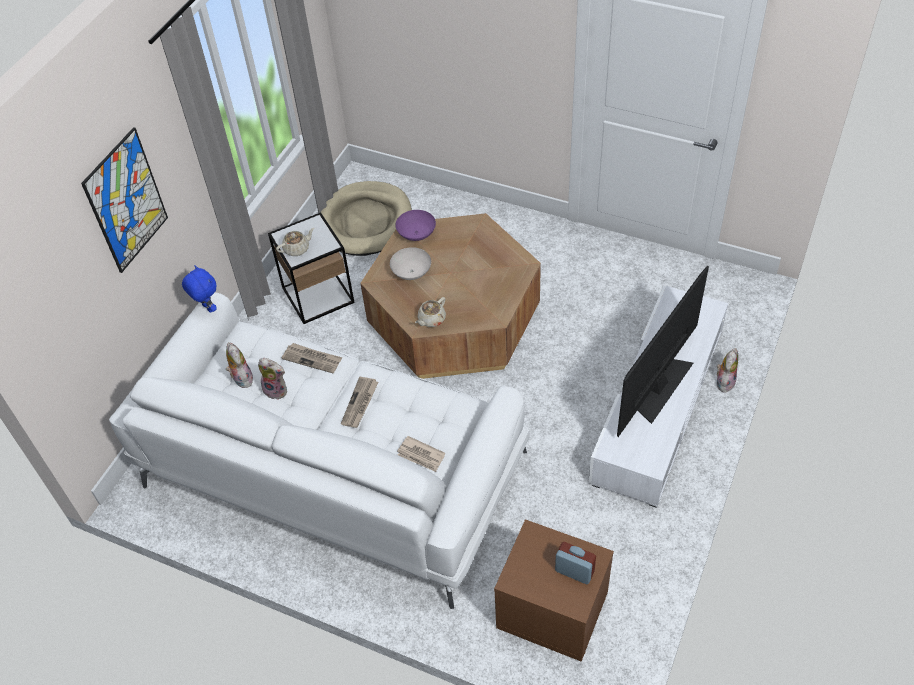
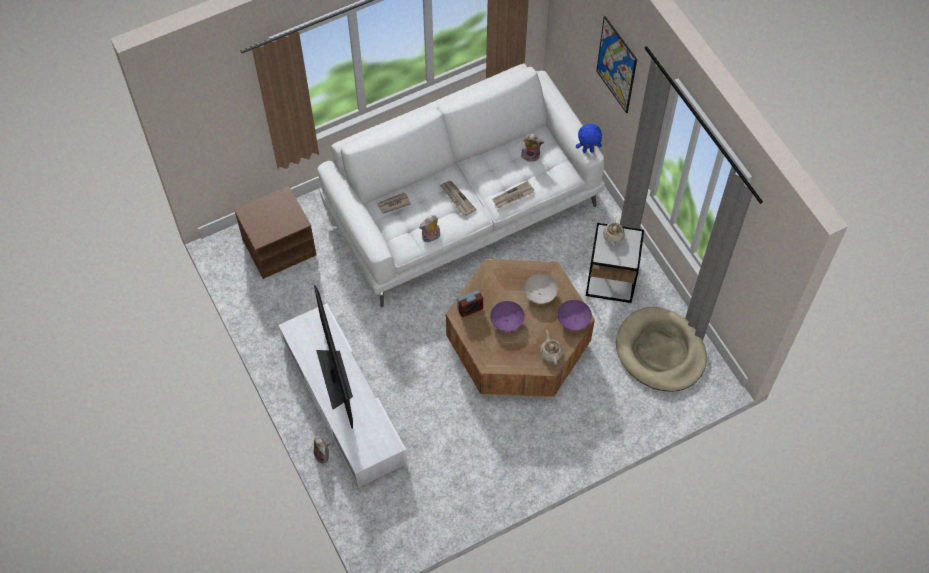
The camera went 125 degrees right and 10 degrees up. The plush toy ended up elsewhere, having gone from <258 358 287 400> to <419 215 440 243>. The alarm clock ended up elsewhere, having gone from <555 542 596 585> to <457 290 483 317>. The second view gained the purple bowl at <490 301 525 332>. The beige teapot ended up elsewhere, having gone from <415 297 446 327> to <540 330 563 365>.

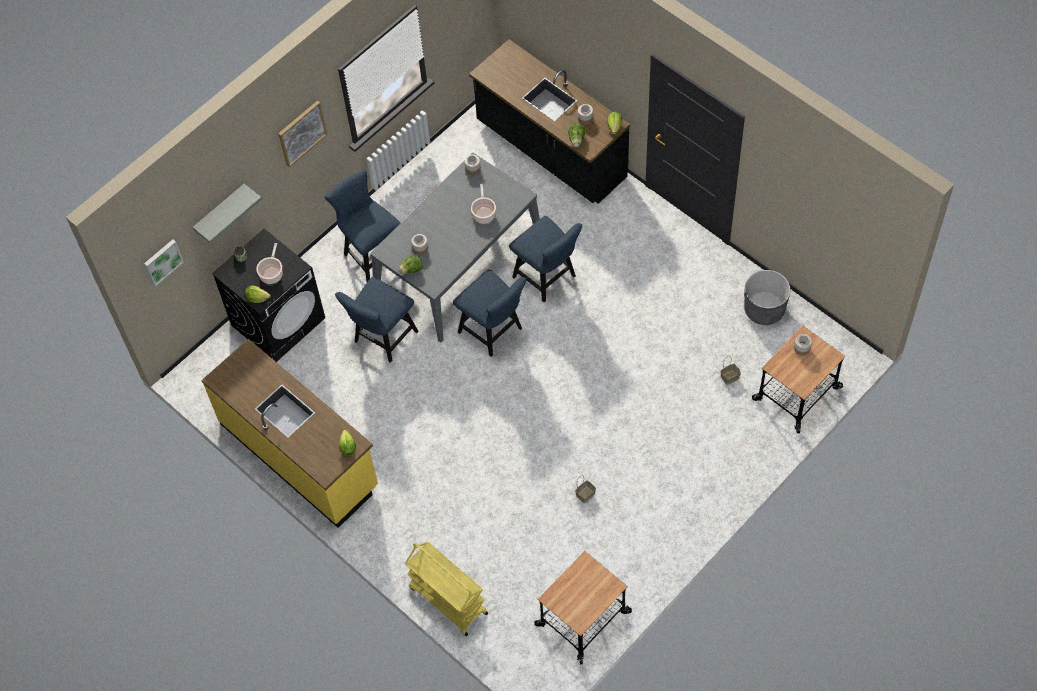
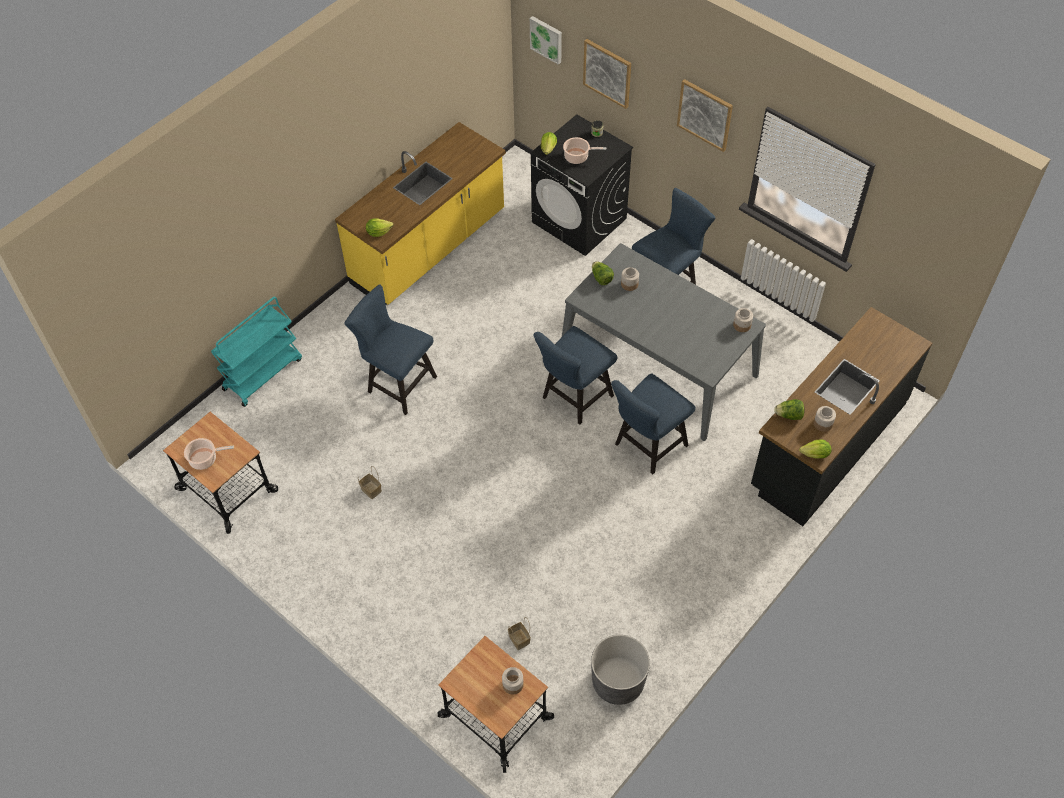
The camera went 85 degrees right and 5 degrees down. The cooking pot ended up elsewhere, having gone from <471 184 496 223> to <184 438 234 470>. What was the yellow cart at <405 541 488 636> turned into the turquoise cart at <211 297 302 407>. The blue chair ended up elsewhere, having gone from <335 277 419 363> to <345 284 437 415>. Where the grey shelf hung at <192 184 262 244>, the picture came to hang at <583 39 631 109>.

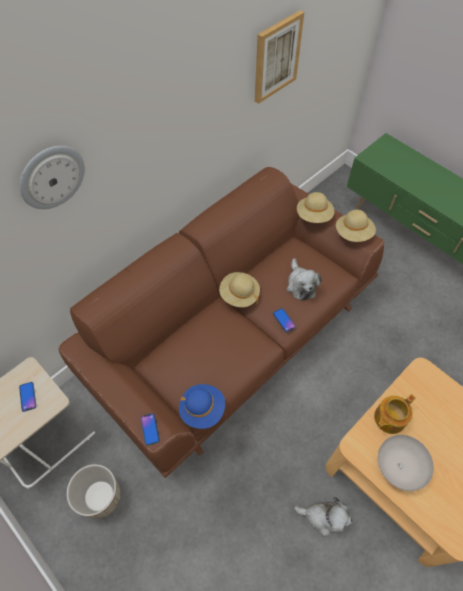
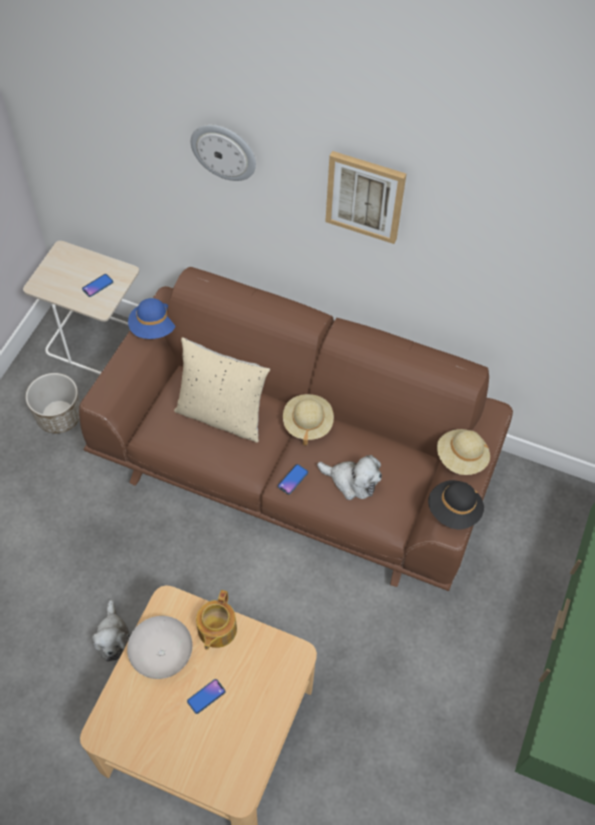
The camera went 65 degrees right and 0 degrees up. The blue hat ended up elsewhere, having gone from <179 384 225 429> to <128 298 176 339>. The second view gained the beige pillow at <174 337 270 443>. The phone ended up elsewhere, having gone from <140 413 160 446> to <187 679 225 714>. The teapot at <374 394 416 434> ended up facing another way, 105 degrees counterclockwise from before. The plush toy at <287 258 322 301> ended up facing another way, 120 degrees counterclockwise from before. The picture ended up elsewhere, having gone from <255 10 304 104> to <325 151 406 244>. What was the beige hat at <336 210 376 242> turned into the black hat at <428 480 484 529>.

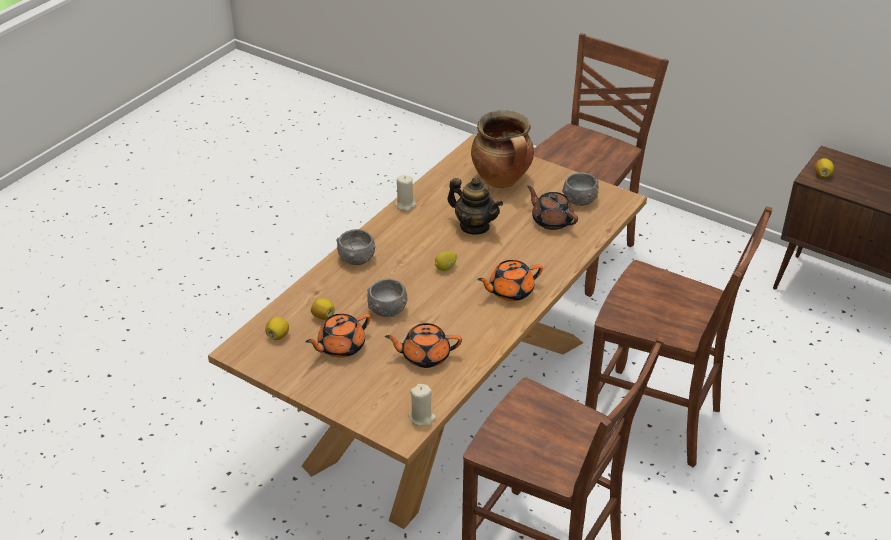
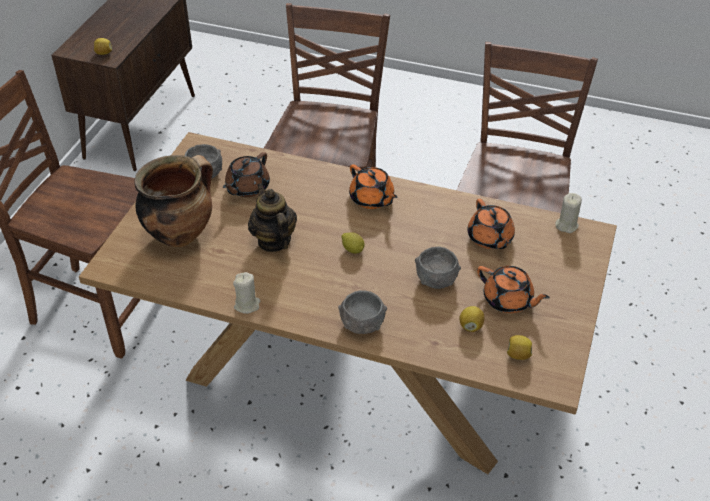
The camera went 105 degrees left and 5 degrees up. The teapot at <447 177 503 235> ended up facing another way, 45 degrees counterclockwise from before.

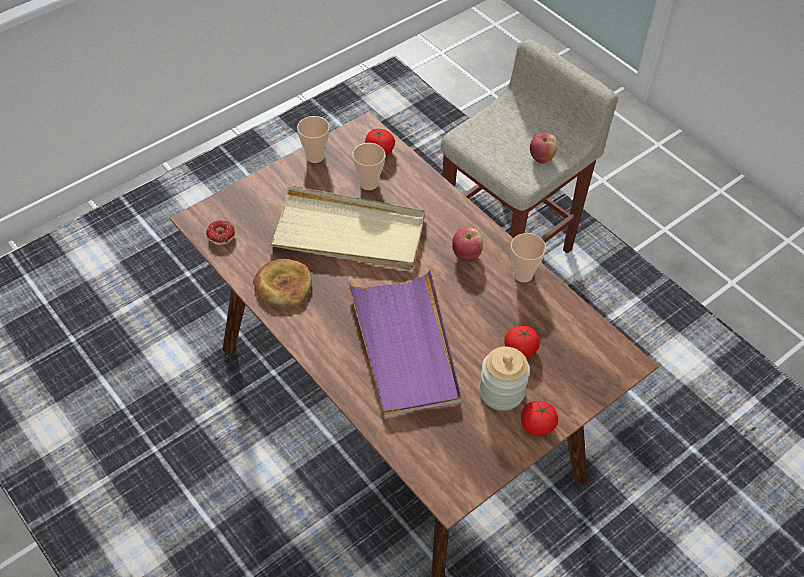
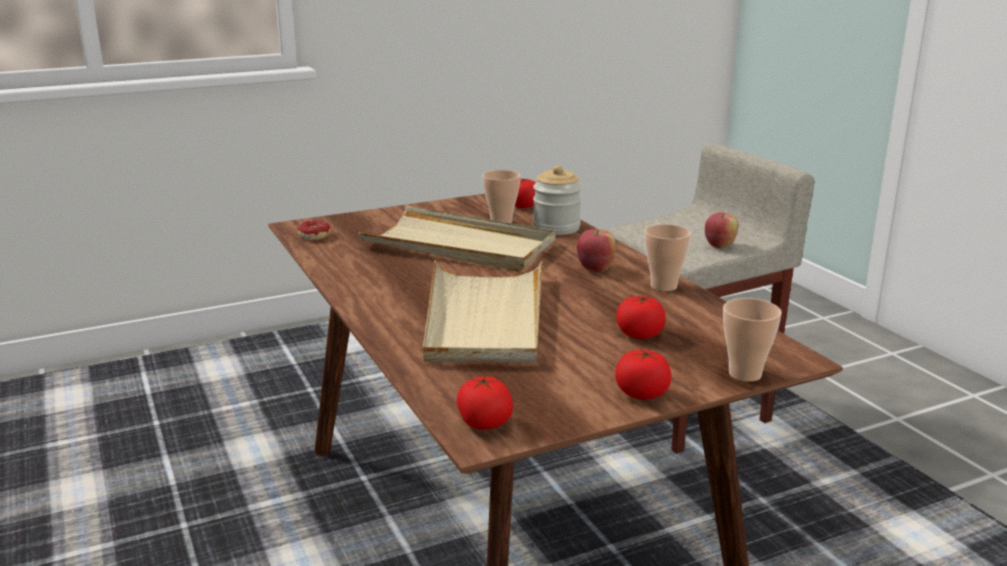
The camera went 15 degrees right and 30 degrees down. What was the purple tray at <348 270 461 416> turned into the beige tray at <423 260 542 363>. The second view gained the tomato at <457 375 513 429>. The jar ended up elsewhere, having gone from <479 347 530 411> to <533 165 582 235>. The cup ended up elsewhere, having gone from <297 116 330 163> to <723 298 782 382>. The second view lost the bread at <253 259 312 308>.

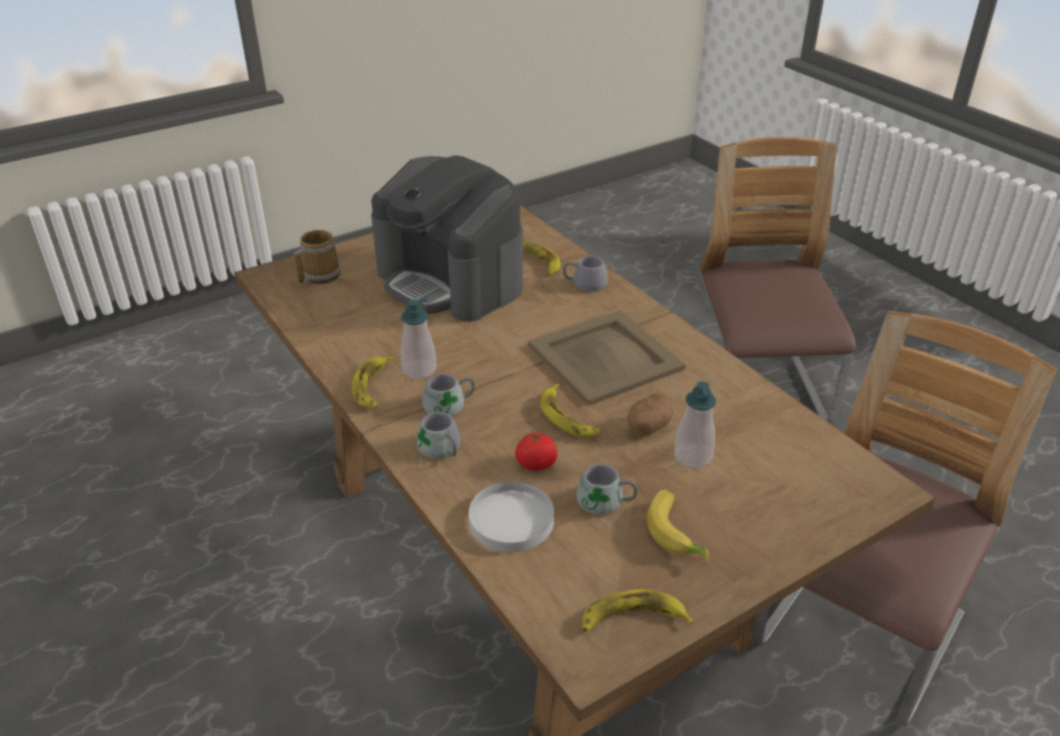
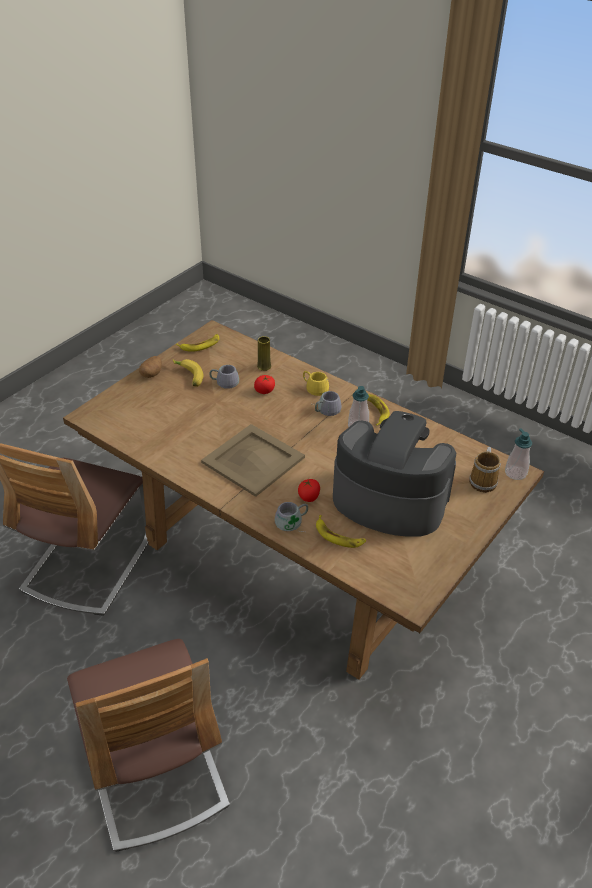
The camera went 160 degrees right and 5 degrees up. The potato ended up elsewhere, having gone from <627 393 673 435> to <139 356 162 378>. Where the white plate stood at <469 481 554 552>, the yellow vase came to stand at <257 336 271 371>. The second view gained the tomato at <298 479 320 502>. What was the grey mug at <417 412 460 468> turned into the yellow mug at <303 371 329 396>. The soap dispenser ended up elsewhere, having gone from <674 381 716 468> to <505 428 532 480>. The second view lost the banana at <541 384 600 438>.

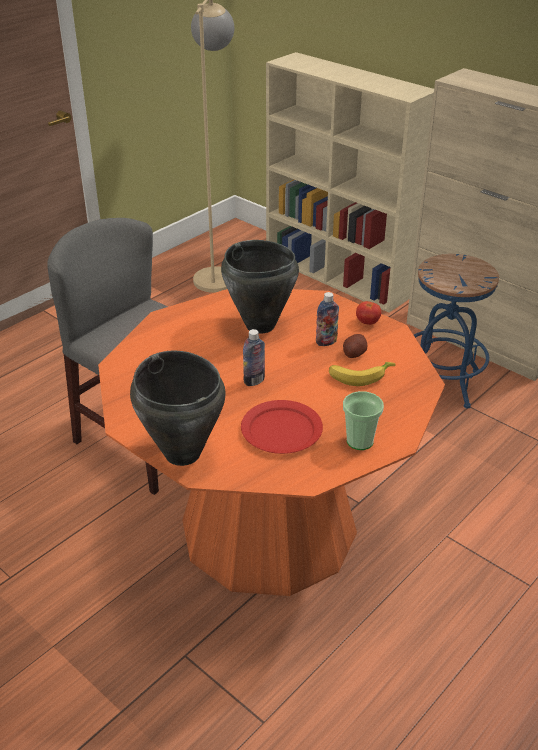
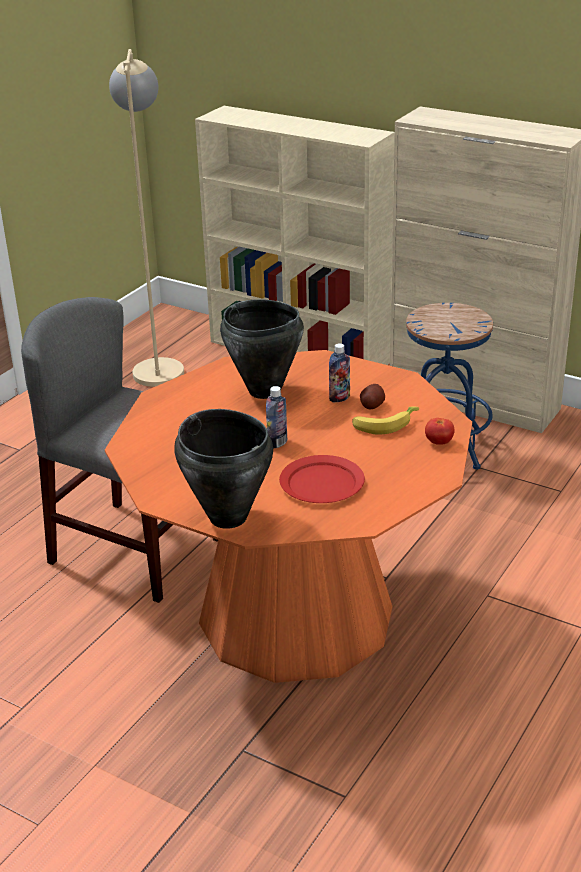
The camera went 10 degrees left and 5 degrees down. The tomato ended up elsewhere, having gone from <356 301 381 325> to <425 418 455 445>. The second view lost the cup at <343 391 384 450>.

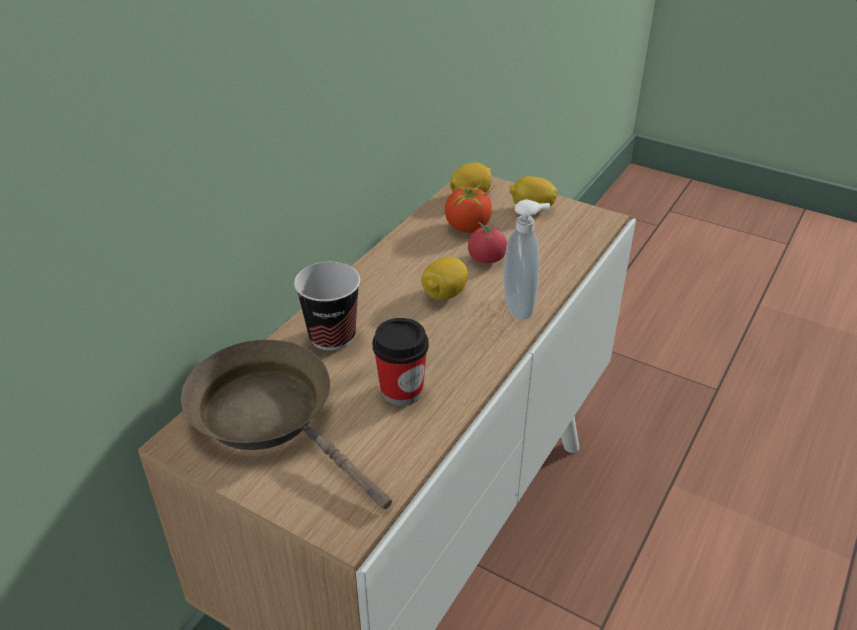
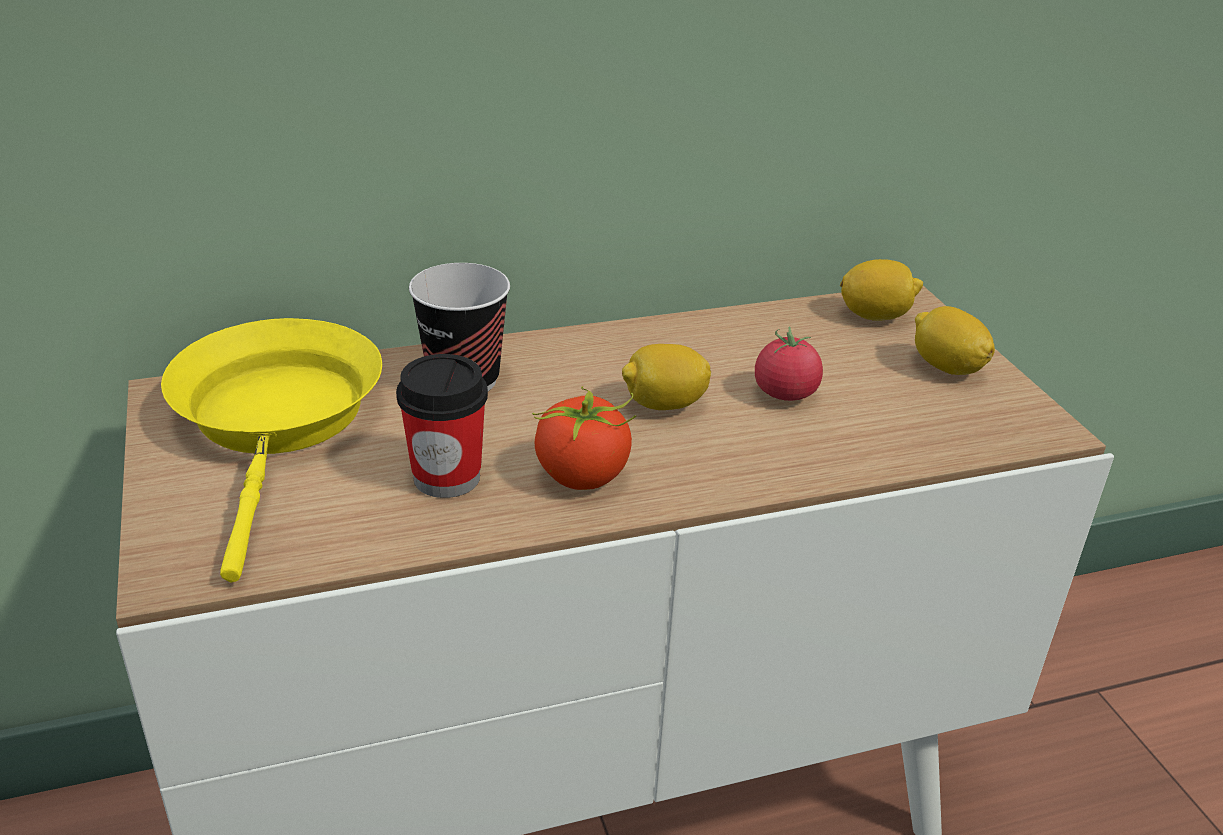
The camera went 40 degrees right and 5 degrees down. What was the brown frying pan at <181 340 392 509> turned into the yellow frying pan at <161 318 382 582>. The tomato ended up elsewhere, having gone from <445 178 495 233> to <532 386 636 490>. The second view lost the soap dispenser at <504 200 550 320>.

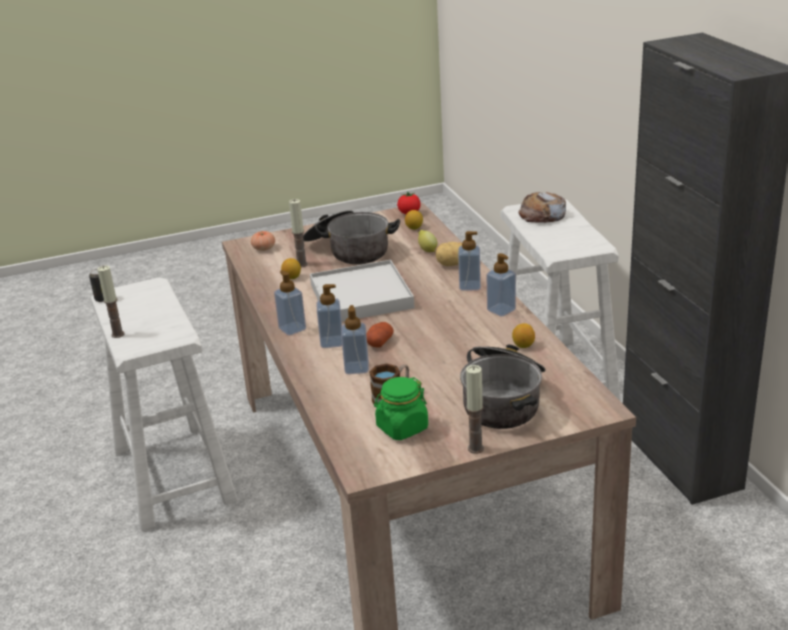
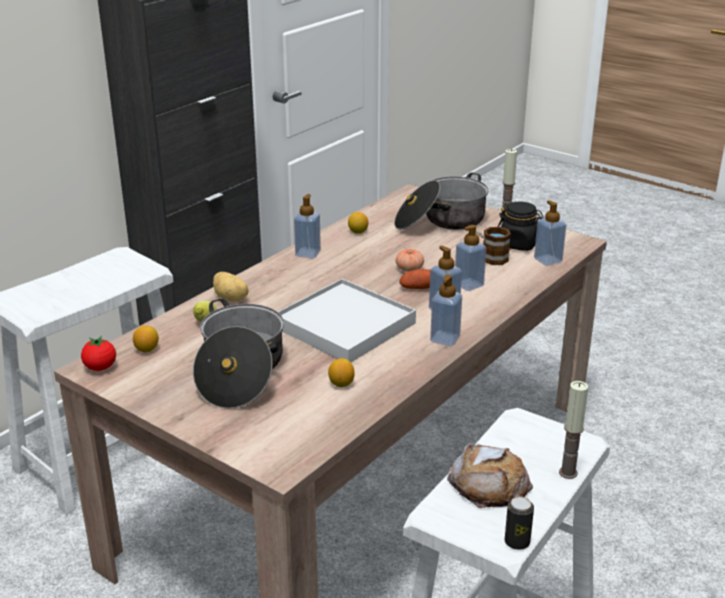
The camera went 125 degrees left and 0 degrees up. The tomato ended up elsewhere, having gone from <251 231 275 251> to <396 249 424 272>. The bread ended up elsewhere, having gone from <518 192 566 223> to <447 443 533 508>. What was the green jar at <374 377 428 440> turned into the black jar at <497 201 544 251>. The soap dispenser ended up elsewhere, having gone from <458 231 481 291> to <534 200 567 266>. The second view lost the candle at <289 199 308 267>.

